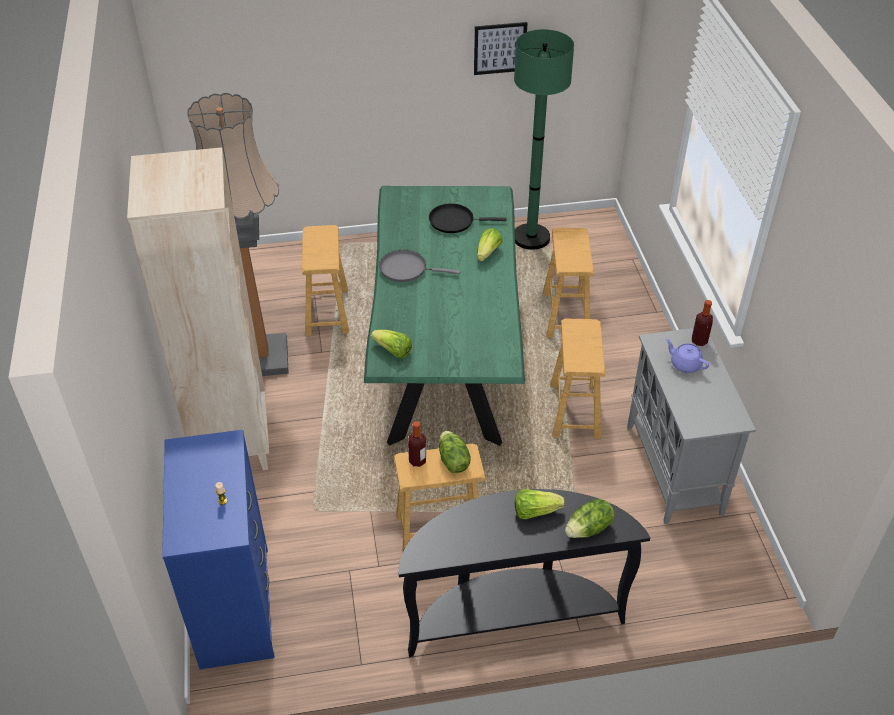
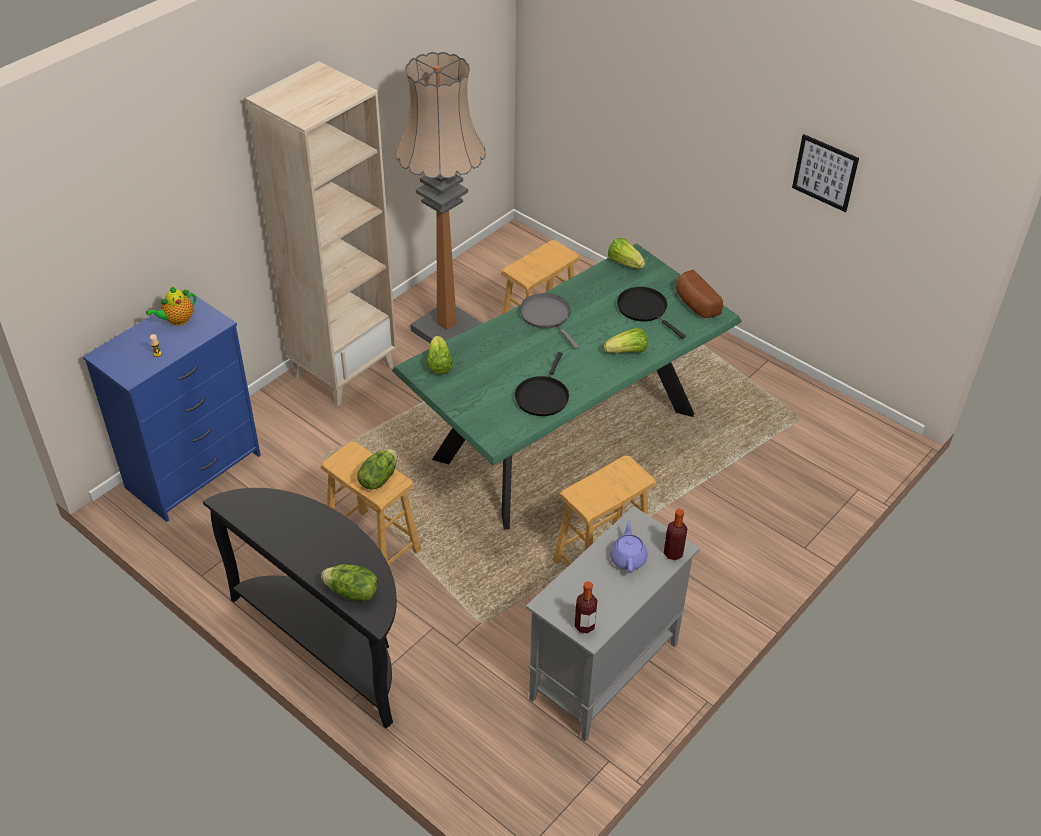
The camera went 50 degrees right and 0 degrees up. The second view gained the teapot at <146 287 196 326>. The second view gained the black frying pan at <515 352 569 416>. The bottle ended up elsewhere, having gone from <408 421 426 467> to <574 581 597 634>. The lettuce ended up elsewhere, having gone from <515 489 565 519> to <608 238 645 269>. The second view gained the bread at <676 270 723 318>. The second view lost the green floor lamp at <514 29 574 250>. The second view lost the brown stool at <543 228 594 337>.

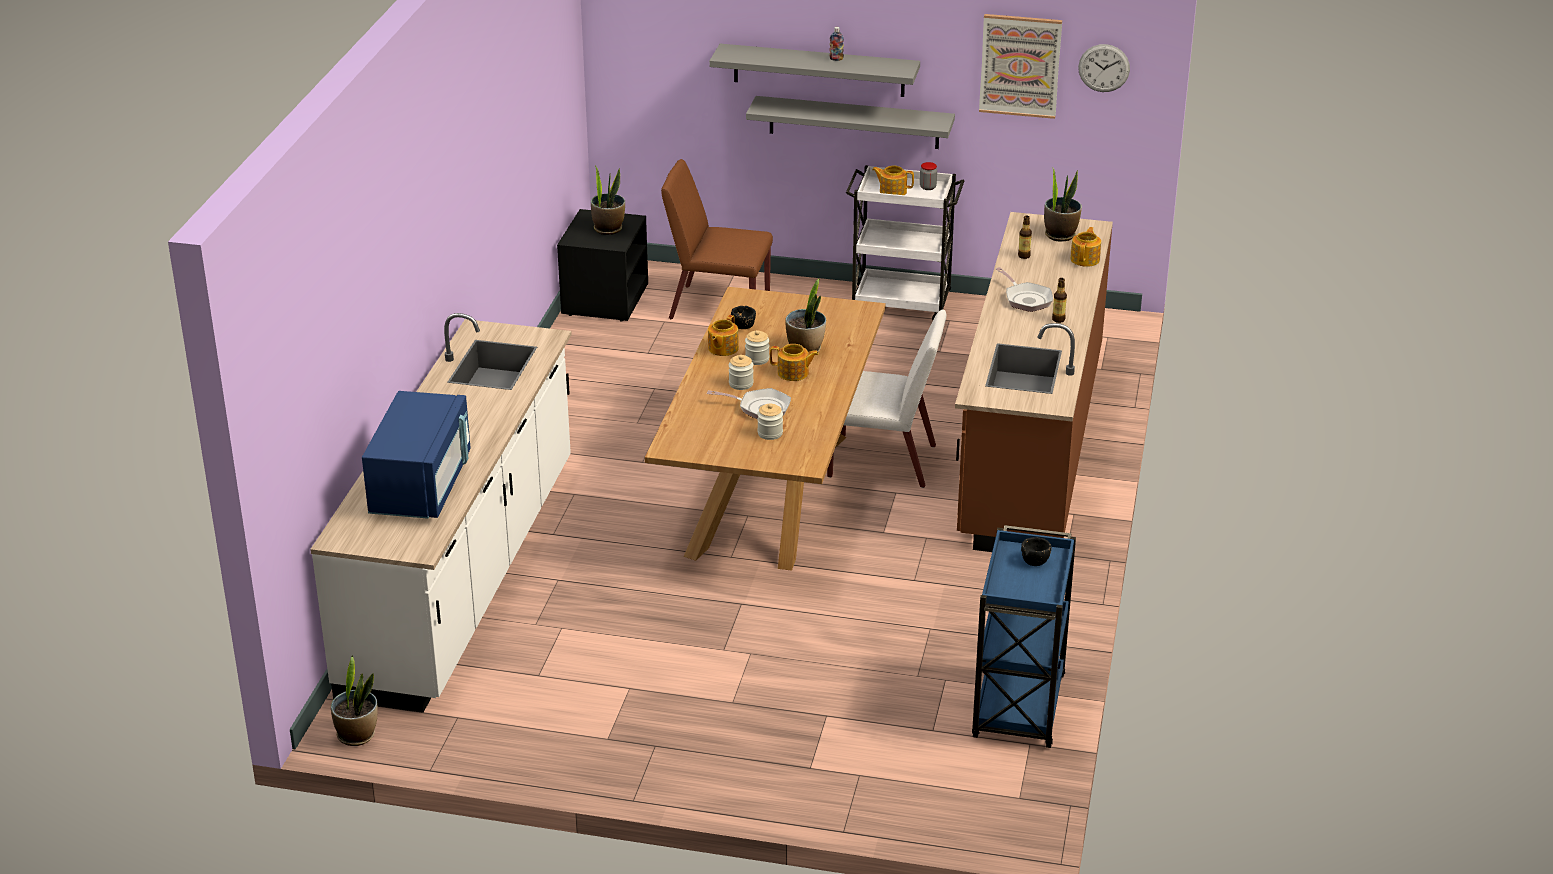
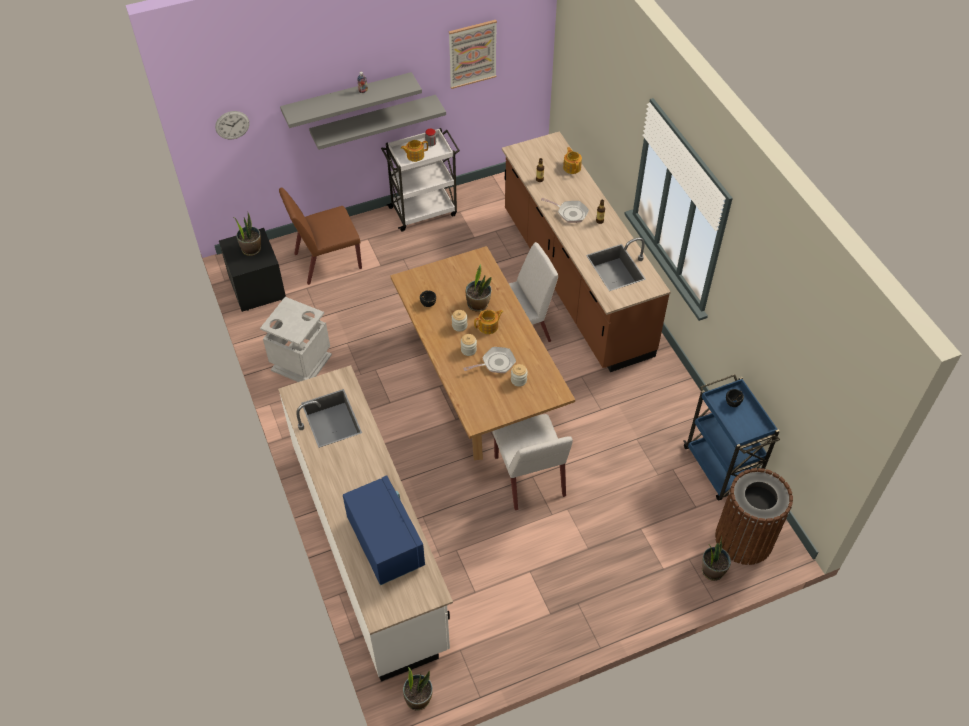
The camera went 35 degrees left and 20 degrees up. The wall clock ended up elsewhere, having gone from <1078 44 1130 92> to <215 111 250 140>. The second view gained the grey trash can at <260 297 332 382>. The second view gained the white chair at <492 414 573 510>. The potted plant ended up elsewhere, having gone from <1044 167 1082 242> to <702 535 731 581>. The second view gained the brown trash can at <715 468 793 565>. The second view lost the teapot at <708 315 739 356>.

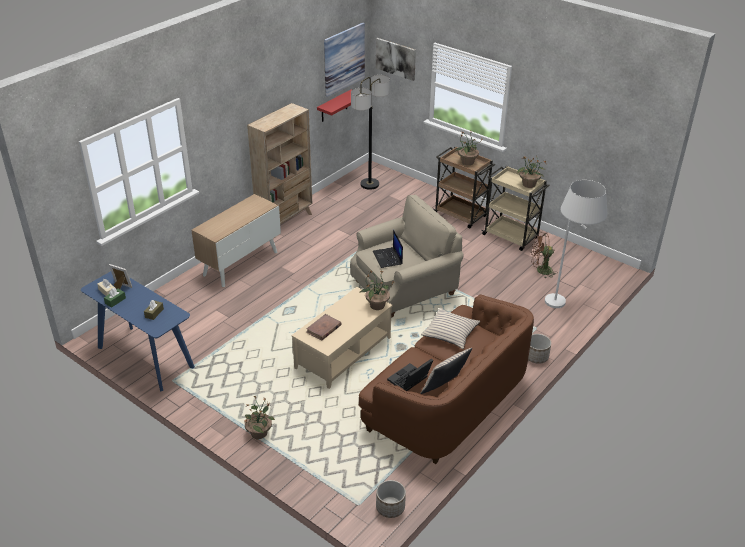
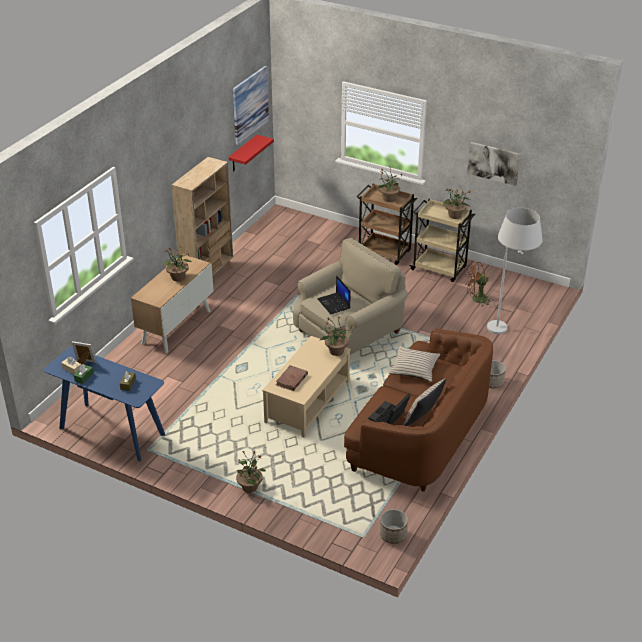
The camera went 10 degrees left and 0 degrees up. The second view gained the potted plant at <163 248 192 281>. The picture ended up elsewhere, having gone from <376 38 416 81> to <467 142 520 186>. The second view lost the floor lamp at <351 75 390 190>.

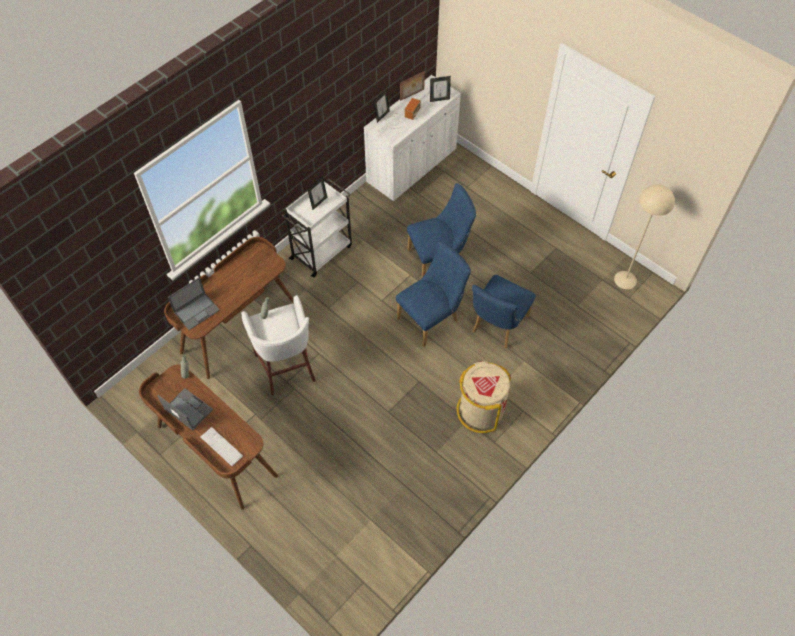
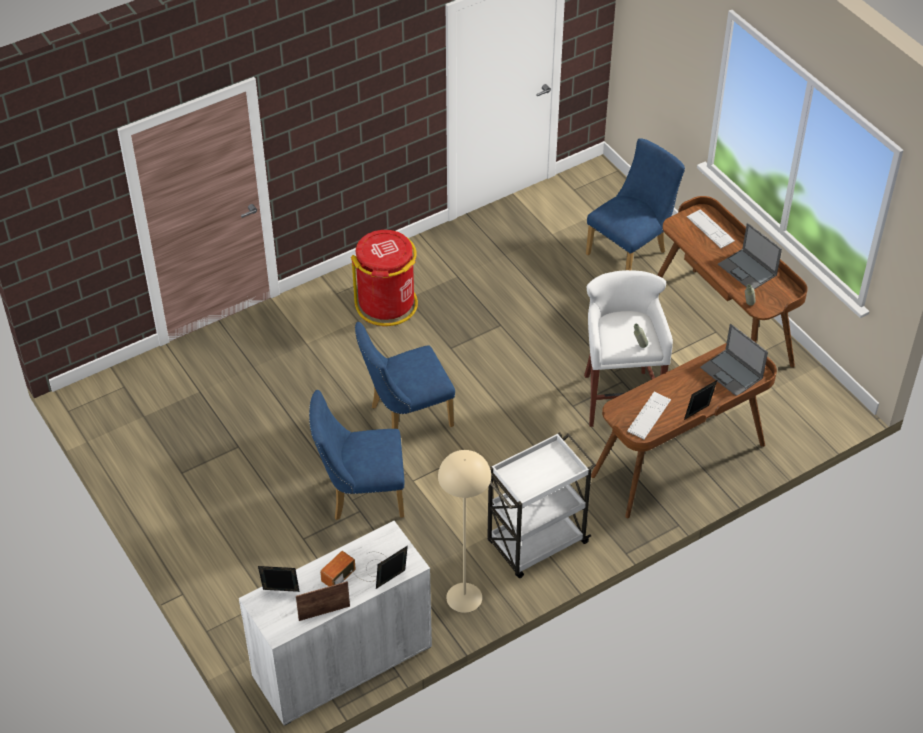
The camera went 165 degrees left and 10 degrees down. What was the beige trash can at <457 361 511 433> turned into the red trash can at <351 230 418 326>. The beige floor lamp ended up elsewhere, having gone from <614 184 675 289> to <438 450 491 613>. The blue chair ended up elsewhere, having gone from <472 275 536 348> to <586 138 685 270>. The second view gained the keyboard at <627 392 671 440>. The picture frame ended up elsewhere, having gone from <307 176 327 210> to <684 380 717 420>. The laptop at <168 277 220 330> ended up facing another way, 105 degrees counterclockwise from before.

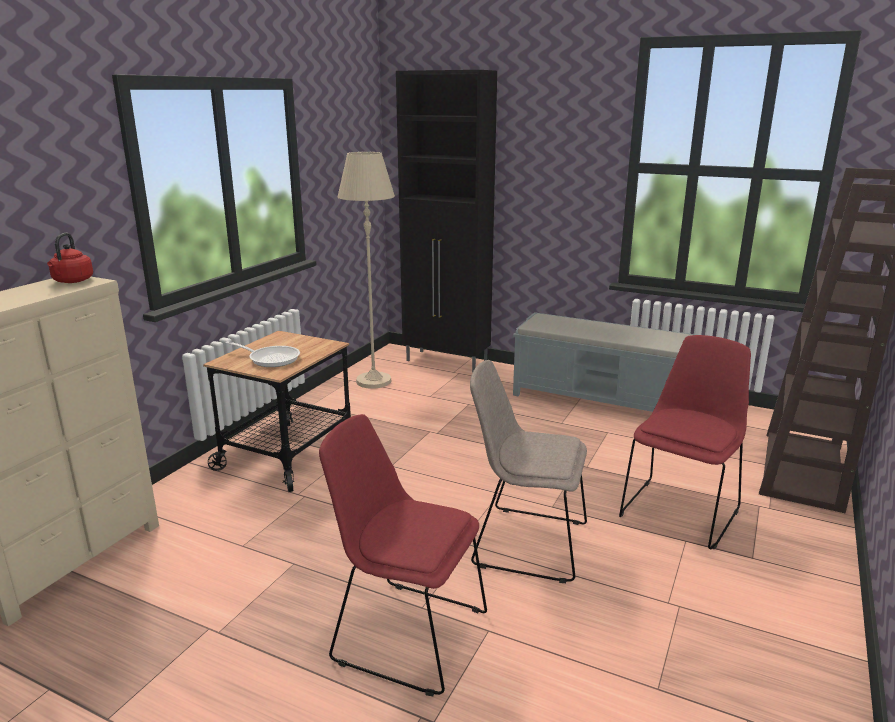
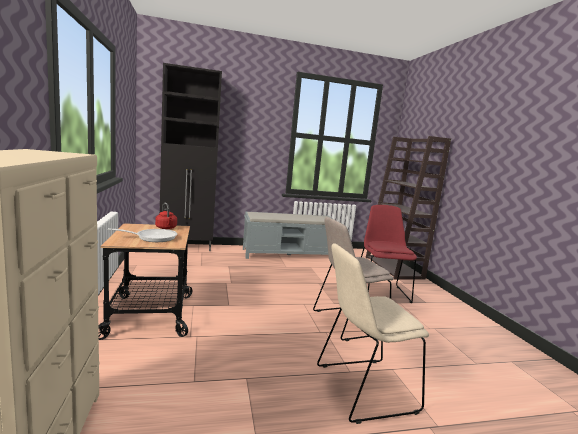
The camera went 40 degrees left and 10 degrees down. The red kettle ended up elsewhere, having gone from <47 233 93 283> to <155 203 177 229>. What was the red chair at <319 414 487 696> turned into the beige chair at <317 243 429 424>. The second view lost the beige floor lamp at <338 152 395 389>.

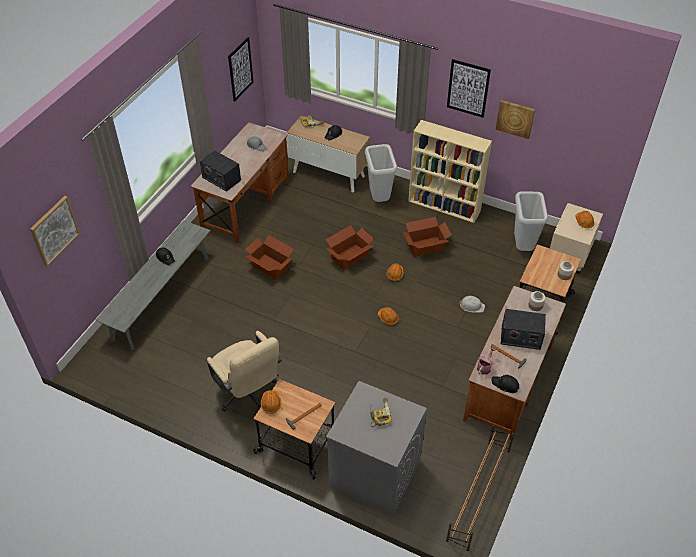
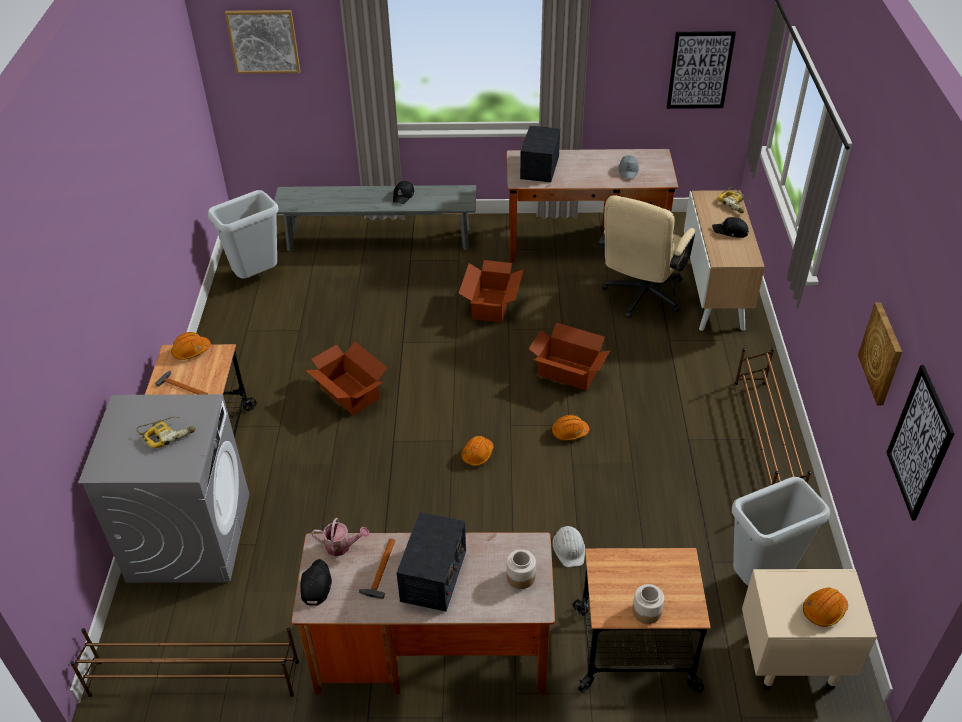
The camera went 65 degrees right and 5 degrees down. The grey trash can ended up elsewhere, having gone from <365 144 397 202> to <208 190 279 278>. The cardboard box ended up elsewhere, having gone from <402 217 452 257> to <305 341 387 415>. The radio at <501 309 546 350> ended up facing another way, 150 degrees counterclockwise from before. The beige office chair ended up elsewhere, having gone from <207 331 282 411> to <599 195 695 319>. Where the beige bookcase stood at <408 120 492 223>, the brown shoe rack came to stand at <735 348 811 485>. The picture ended up elsewhere, having gone from <447 59 491 118> to <886 365 955 520>.

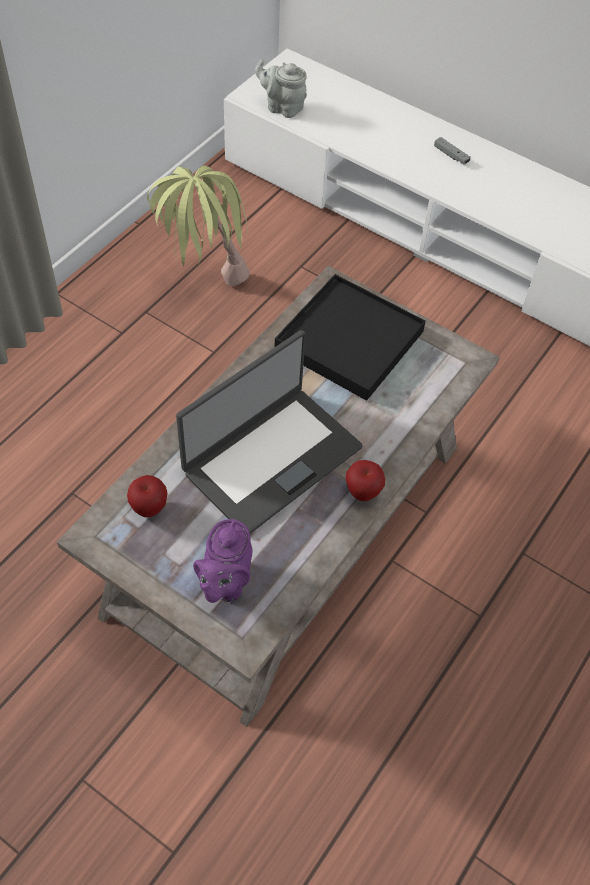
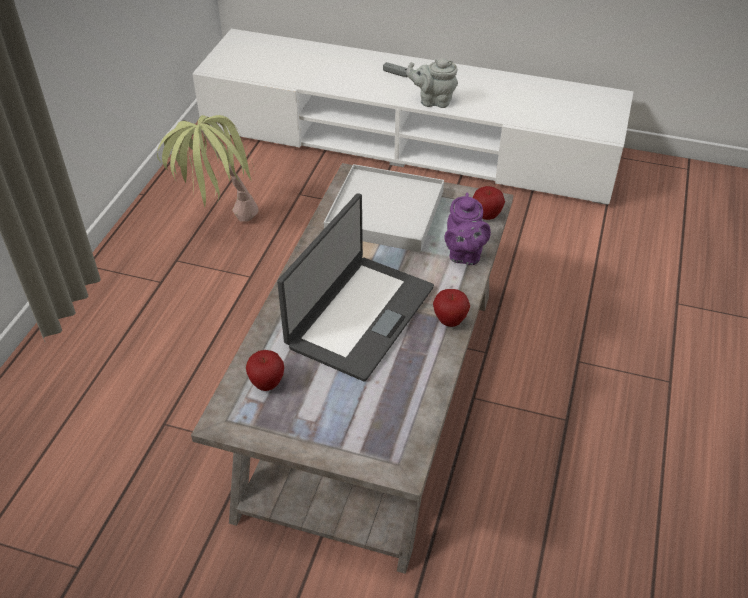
The camera went 15 degrees left and 10 degrees down. What was the black tray at <275 274 426 401> turned into the white tray at <324 164 444 252>. The grey teapot ended up elsewhere, having gone from <255 59 307 118> to <406 58 458 108>. The purple teapot ended up elsewhere, having gone from <193 519 252 603> to <444 193 491 265>. The second view gained the apple at <472 186 505 220>.

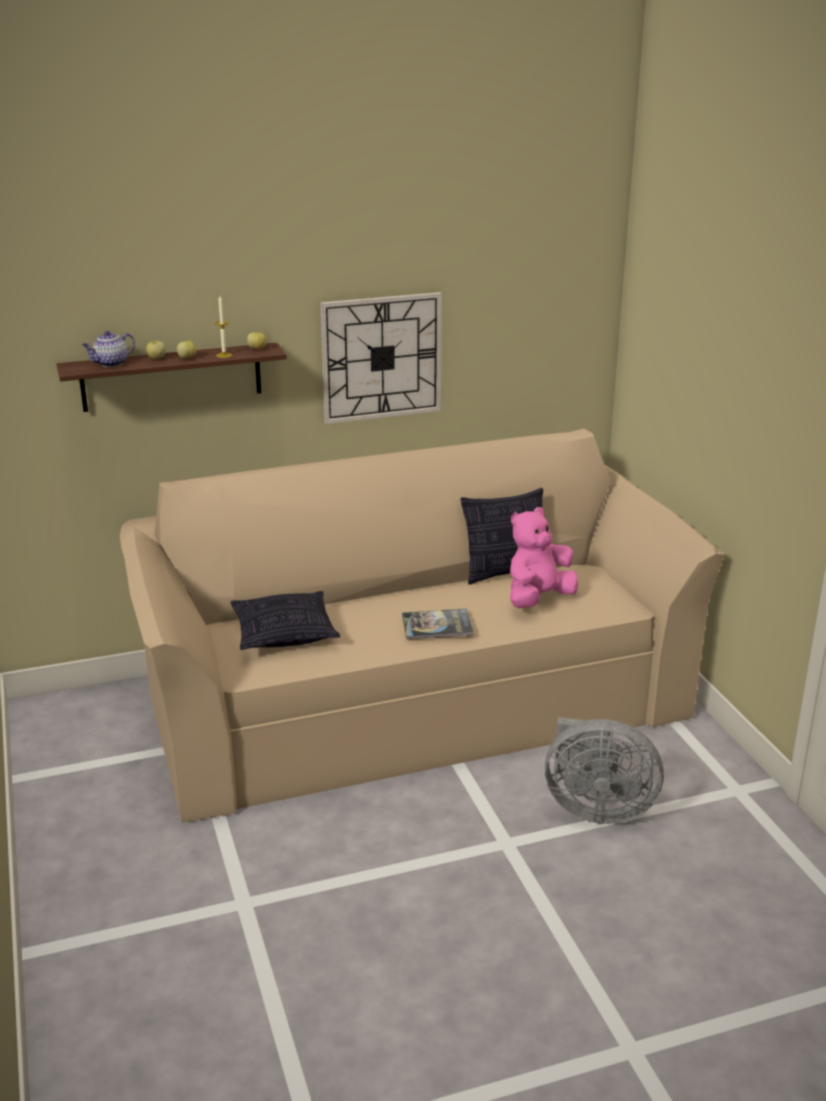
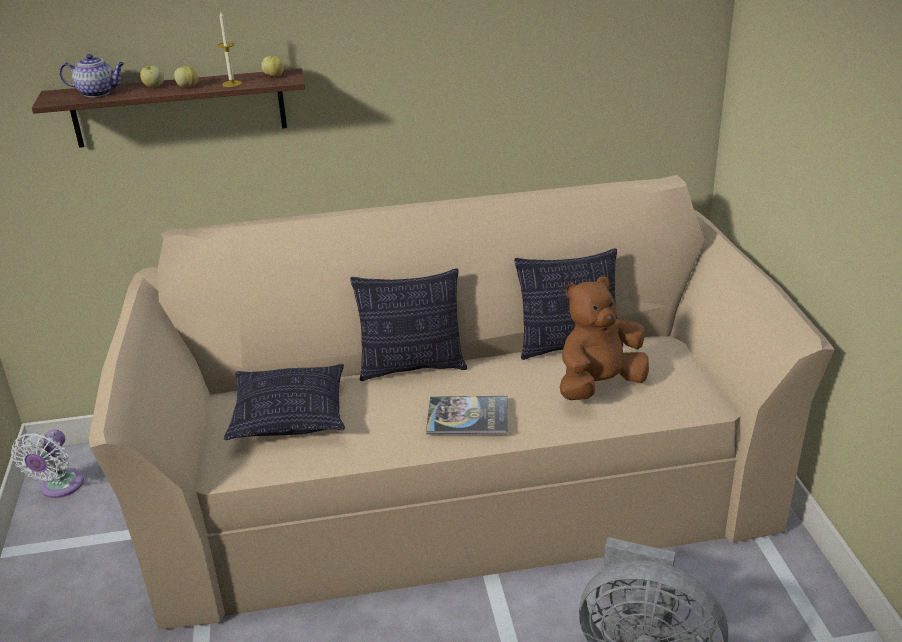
The camera went 10 degrees right and 5 degrees up. The second view gained the white fan at <11 429 84 498>. The teapot at <82 331 135 367> ended up facing another way, 150 degrees counterclockwise from before. The second view gained the pillow at <350 268 467 381>. What was the pink plush toy at <510 507 578 608> turned into the brown plush toy at <560 276 649 400>. The second view lost the wall clock at <320 292 442 424>.

